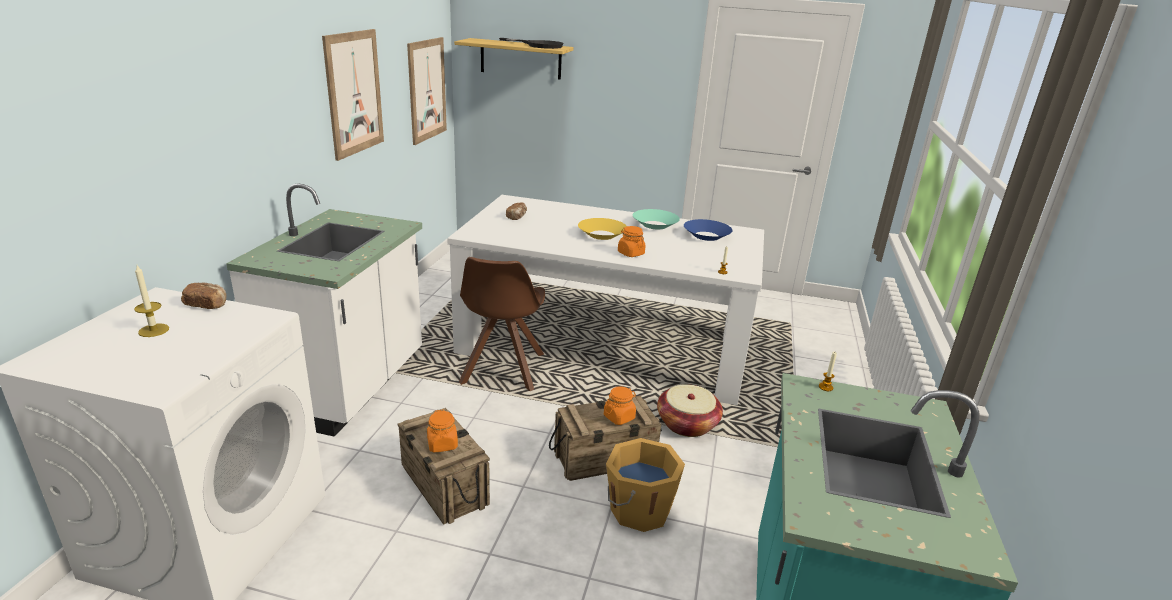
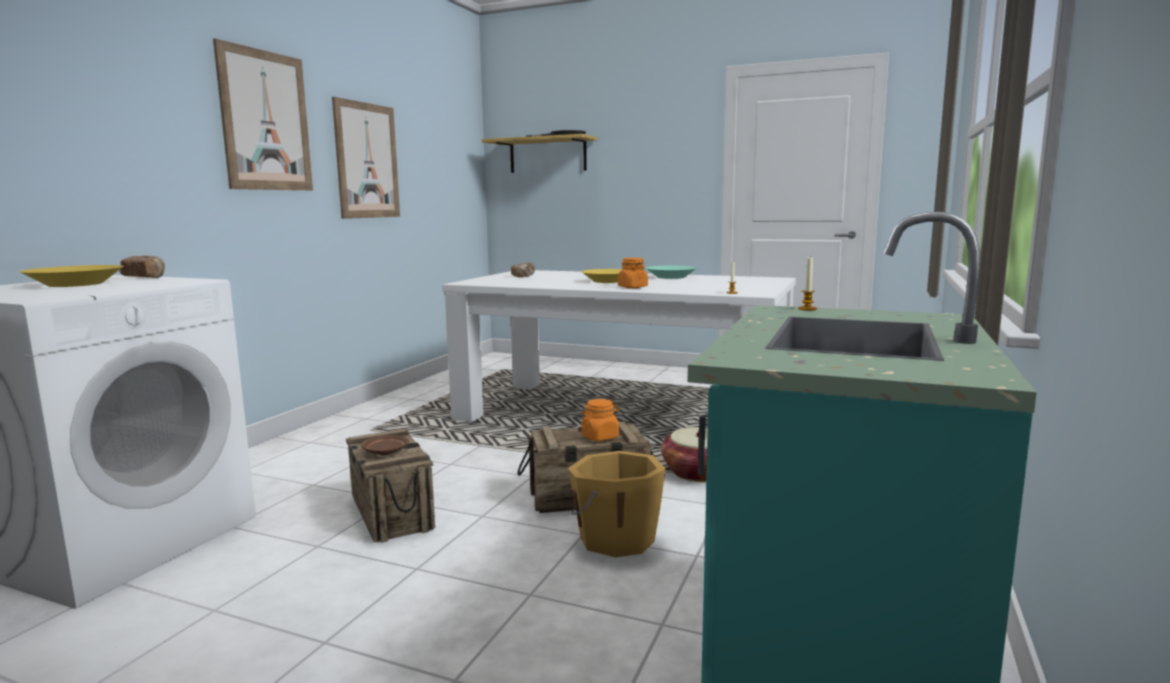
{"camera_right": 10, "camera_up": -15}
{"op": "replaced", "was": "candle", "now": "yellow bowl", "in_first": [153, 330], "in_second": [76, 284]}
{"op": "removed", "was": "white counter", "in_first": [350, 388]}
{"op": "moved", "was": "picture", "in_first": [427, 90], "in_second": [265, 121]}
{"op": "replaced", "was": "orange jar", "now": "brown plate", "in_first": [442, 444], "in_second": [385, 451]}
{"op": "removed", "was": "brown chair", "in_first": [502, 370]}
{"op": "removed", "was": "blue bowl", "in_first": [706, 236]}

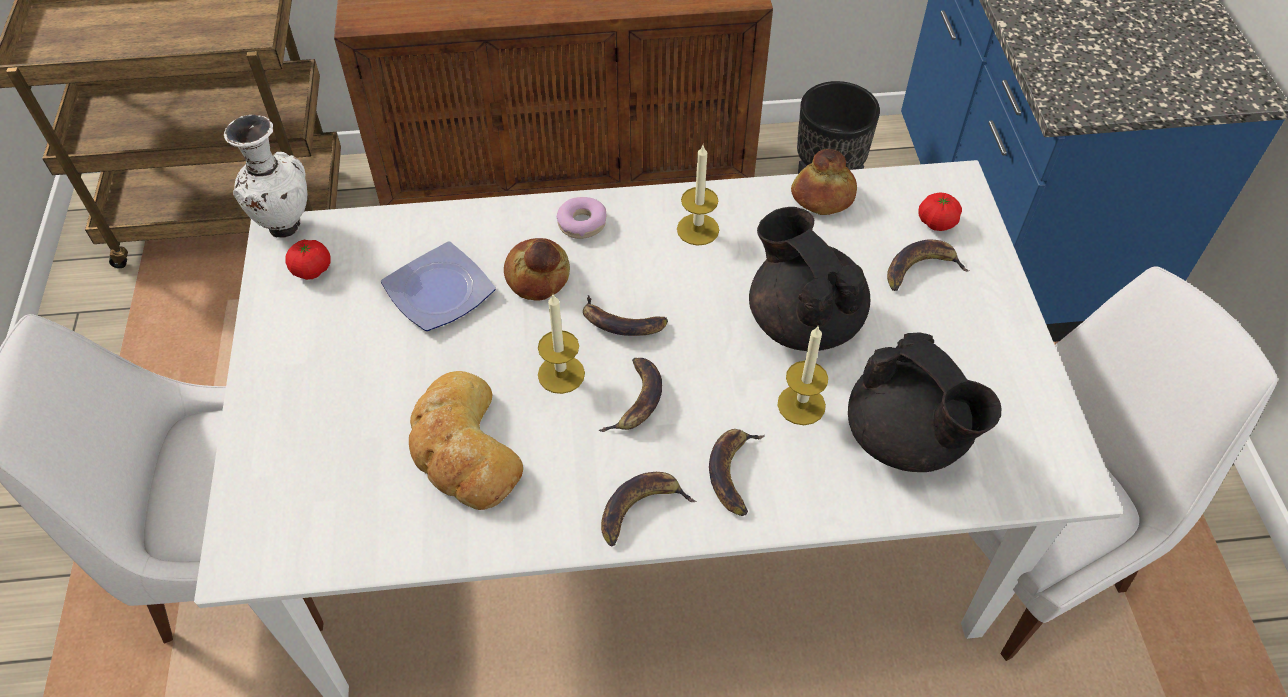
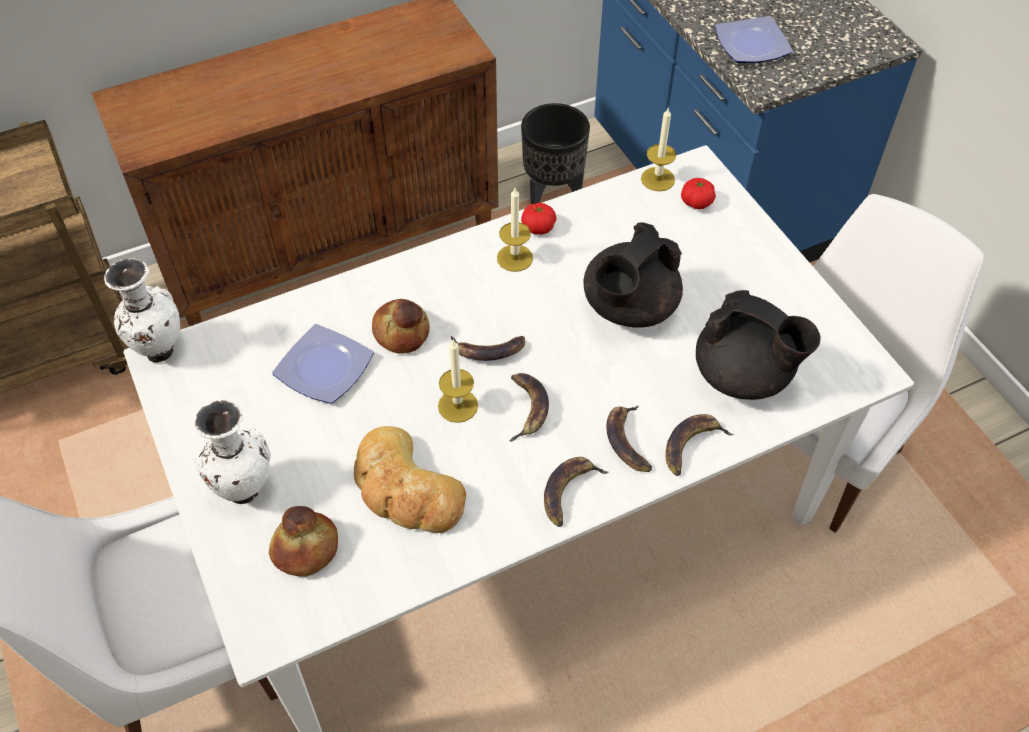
{"camera_right": -20, "camera_up": 0}
{"op": "moved", "was": "tomato", "in_first": [311, 269], "in_second": [538, 227]}
{"op": "removed", "was": "donut", "in_first": [582, 223]}
{"op": "turned", "was": "black teapot", "in_first": [803, 320], "in_second": [628, 308], "clockwise": -90}
{"op": "moved", "was": "candle", "in_first": [801, 405], "in_second": [657, 179]}
{"op": "moved", "was": "bread", "in_first": [822, 196], "in_second": [305, 549]}
{"op": "moved", "was": "banana", "in_first": [920, 269], "in_second": [691, 445]}
{"op": "added", "now": "white vase", "in_second": [245, 489]}
{"op": "added", "now": "plate", "in_second": [751, 46]}

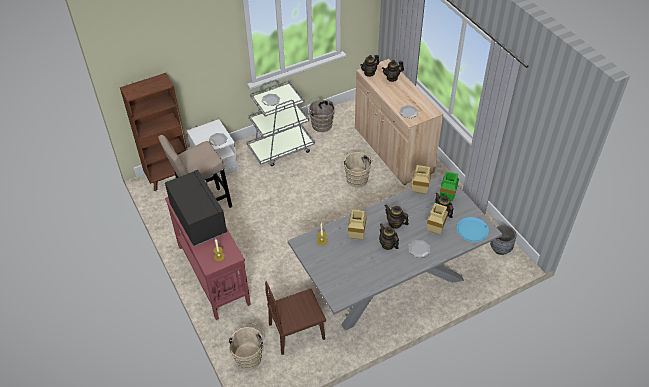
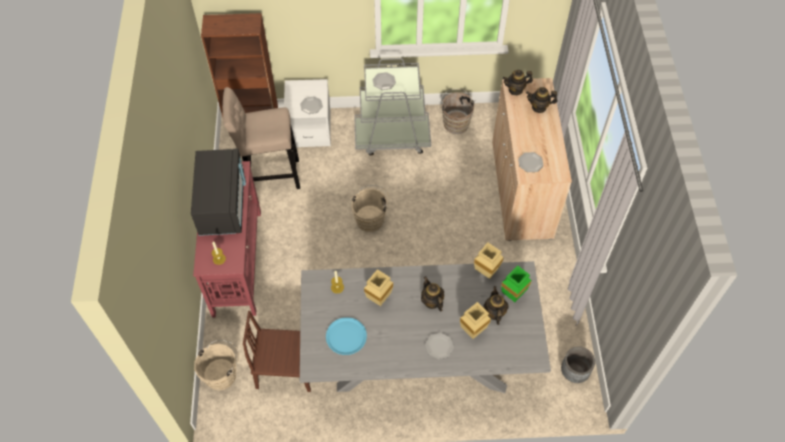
{"camera_right": 25, "camera_up": 10}
{"op": "moved", "was": "beige bucket", "in_first": [357, 178], "in_second": [371, 218]}
{"op": "removed", "was": "teapot", "in_first": [388, 244]}
{"op": "moved", "was": "blue plate", "in_first": [472, 230], "in_second": [346, 336]}

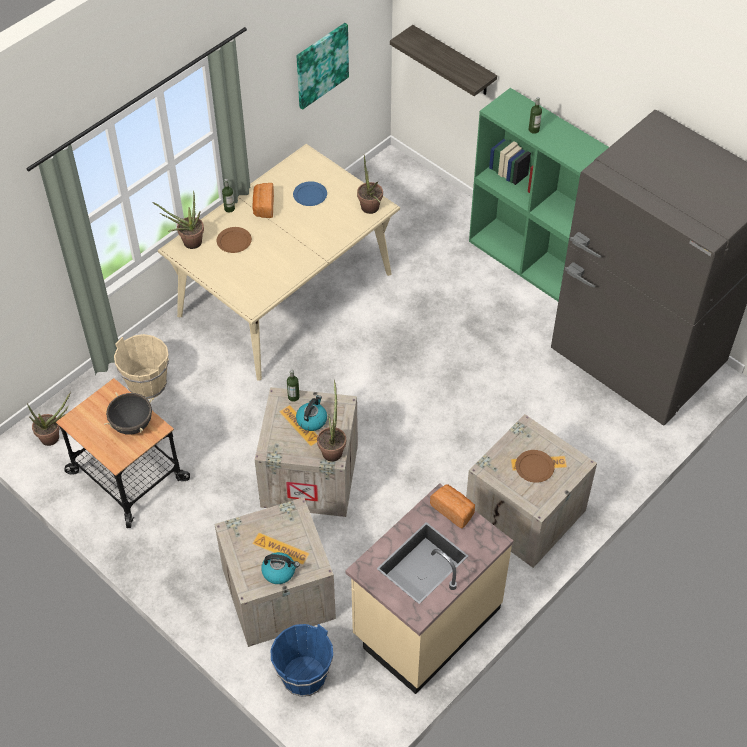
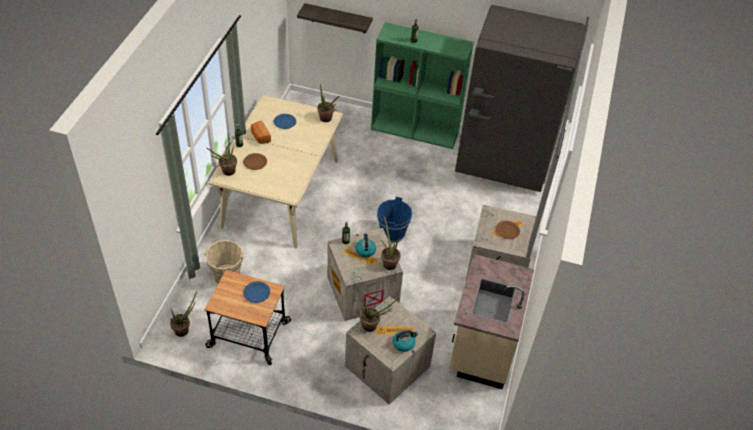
{"camera_right": -30, "camera_up": -5}
{"op": "replaced", "was": "black cooking pot", "now": "blue plate", "in_first": [132, 425], "in_second": [256, 293]}
{"op": "moved", "was": "blue bucket", "in_first": [304, 676], "in_second": [392, 233]}
{"op": "removed", "was": "picture", "in_first": [321, 65]}
{"op": "removed", "was": "bread", "in_first": [453, 510]}
{"op": "added", "now": "potted plant", "in_second": [372, 326]}

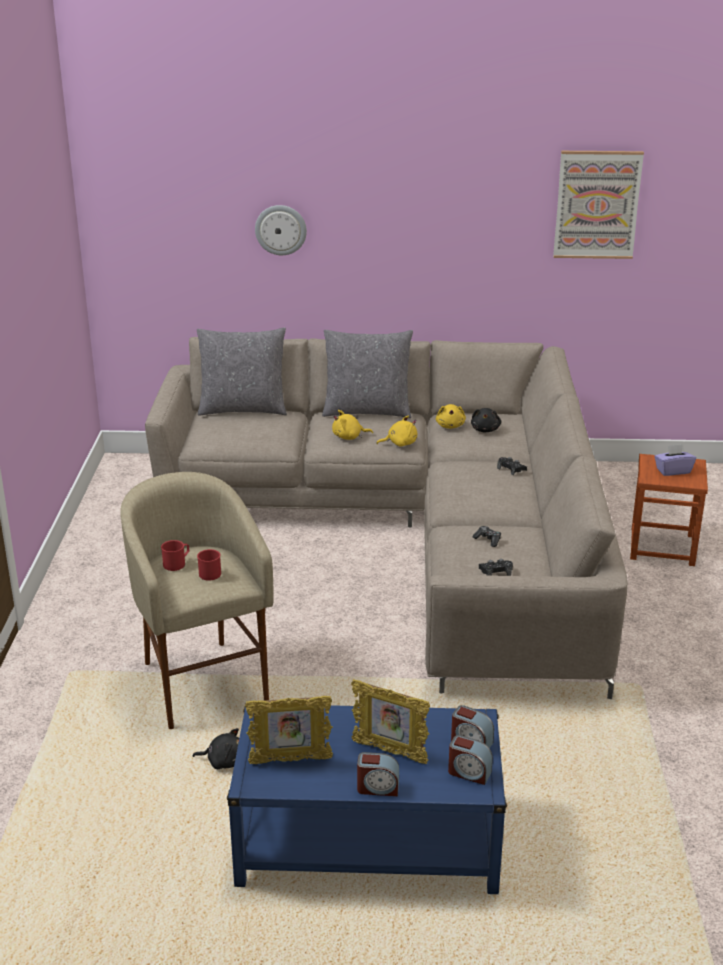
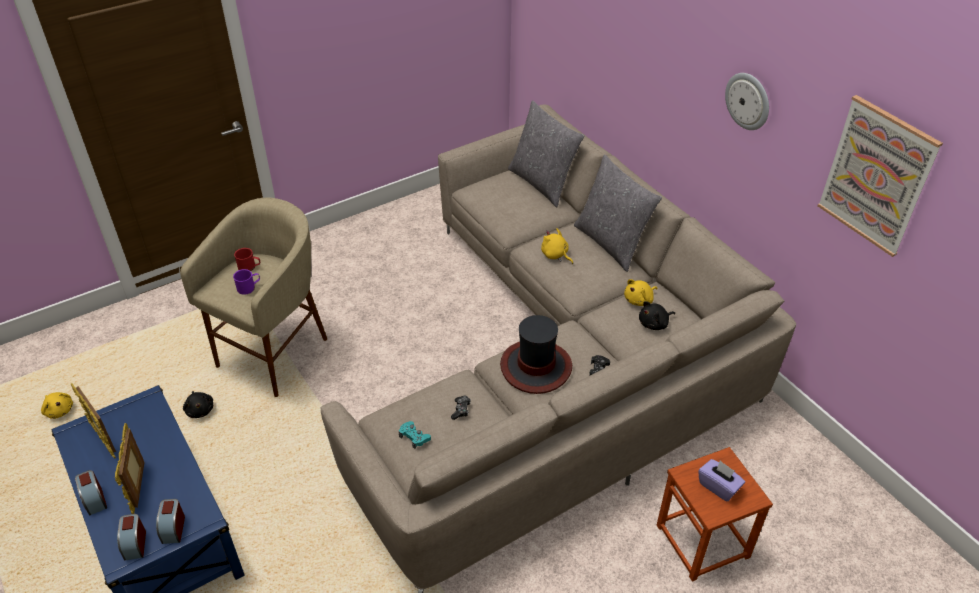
{"camera_right": 55, "camera_up": 15}
{"op": "recoloured", "was": "red mug", "now": "purple mug", "in_first": [210, 572], "in_second": [249, 287]}
{"op": "moved", "was": "wall clock", "in_first": [280, 229], "in_second": [748, 101]}
{"op": "moved", "was": "yellow plush toy", "in_first": [400, 443], "in_second": [59, 410]}
{"op": "recoloured", "was": "black game controller", "now": "turquoise game controller", "in_first": [496, 571], "in_second": [414, 437]}
{"op": "added", "now": "hat", "in_second": [536, 367]}

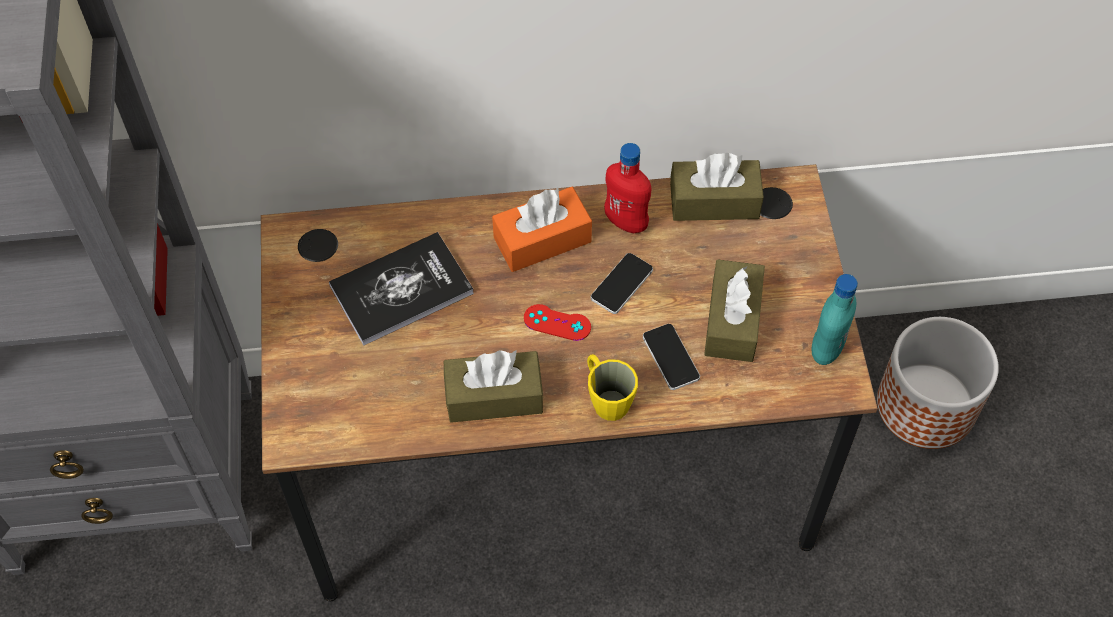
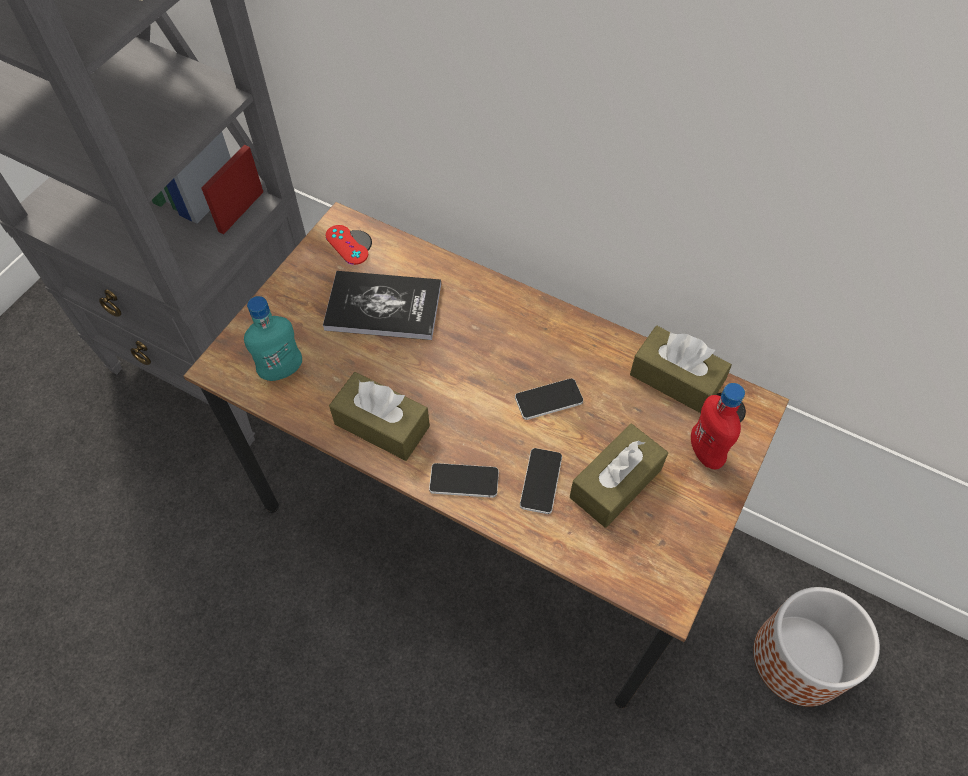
{"camera_right": 35, "camera_up": 0}
{"op": "removed", "was": "orange tissue box", "in_first": [542, 240]}
{"op": "moved", "was": "red game controller", "in_first": [557, 323], "in_second": [346, 245]}
{"op": "replaced", "was": "yellow mug", "now": "phone", "in_first": [606, 398], "in_second": [464, 481]}
{"op": "moved", "was": "red bottle", "in_first": [626, 222], "in_second": [705, 452]}
{"op": "moved", "was": "turquoise bottle", "in_first": [826, 348], "in_second": [282, 370]}

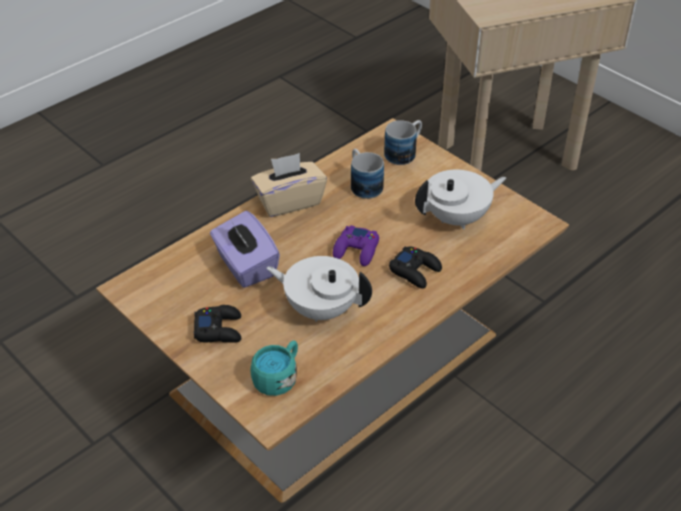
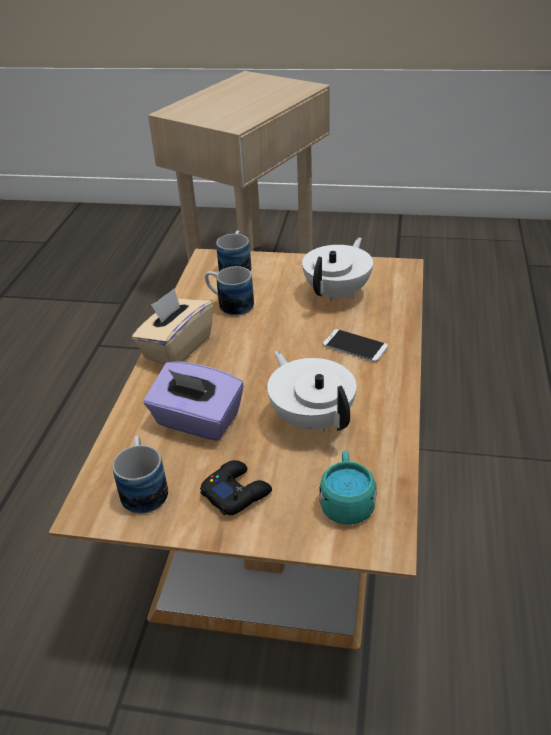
{"camera_right": -35, "camera_up": -5}
{"op": "turned", "was": "white teapot", "in_first": [320, 308], "in_second": [312, 418], "clockwise": 75}
{"op": "removed", "was": "purple game controller", "in_first": [356, 250]}
{"op": "replaced", "was": "black game controller", "now": "phone", "in_first": [415, 271], "in_second": [355, 346]}
{"op": "added", "now": "mug", "in_second": [144, 488]}

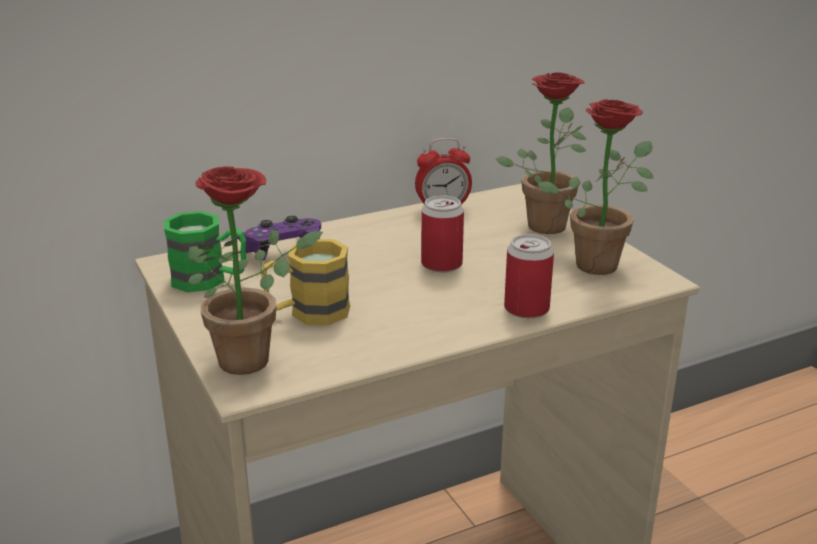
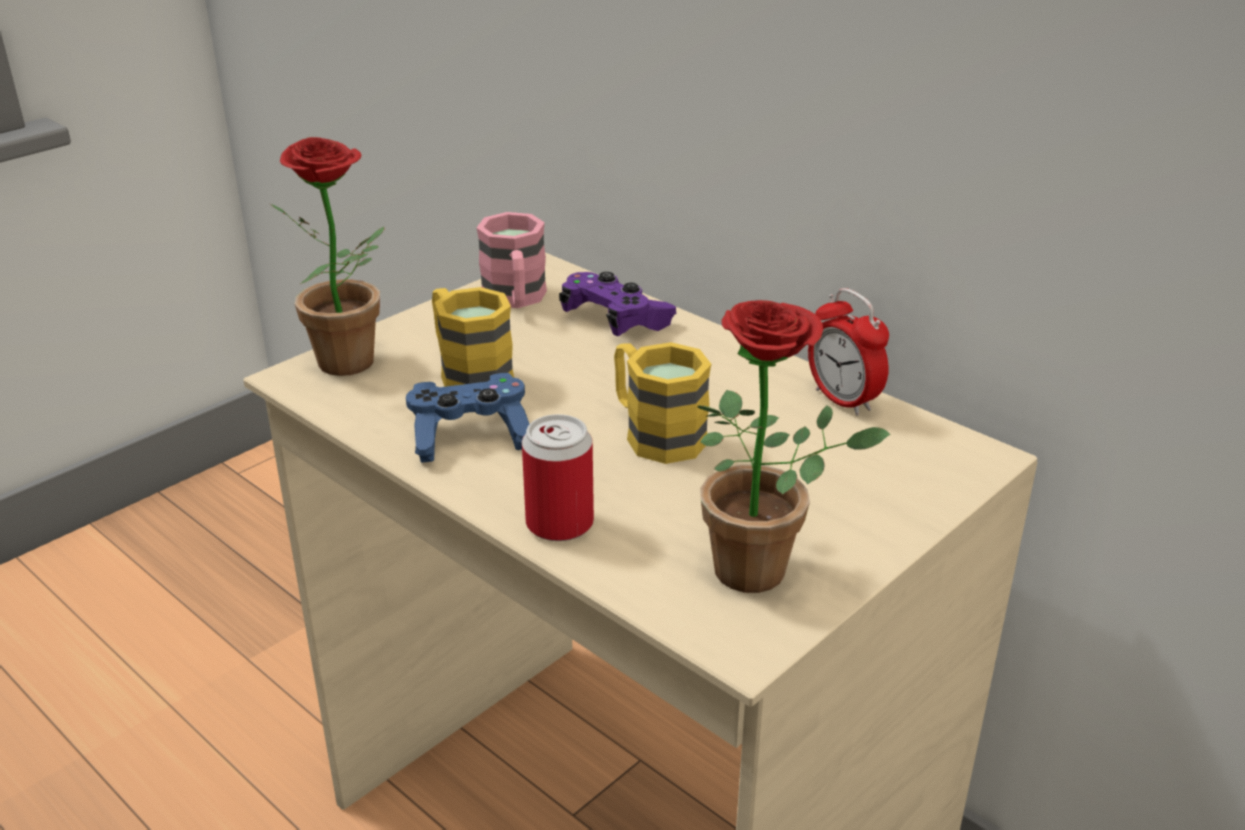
{"camera_right": 70, "camera_up": 5}
{"op": "recoloured", "was": "green mug", "now": "pink mug", "in_first": [209, 280], "in_second": [515, 300]}
{"op": "replaced", "was": "can", "now": "yellow mug", "in_first": [441, 264], "in_second": [655, 433]}
{"op": "removed", "was": "potted plant", "in_first": [545, 222]}
{"op": "added", "now": "blue game controller", "in_second": [470, 436]}

